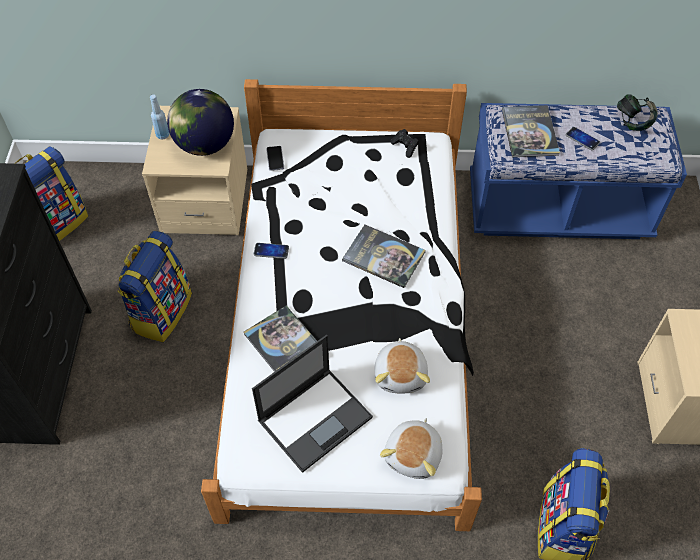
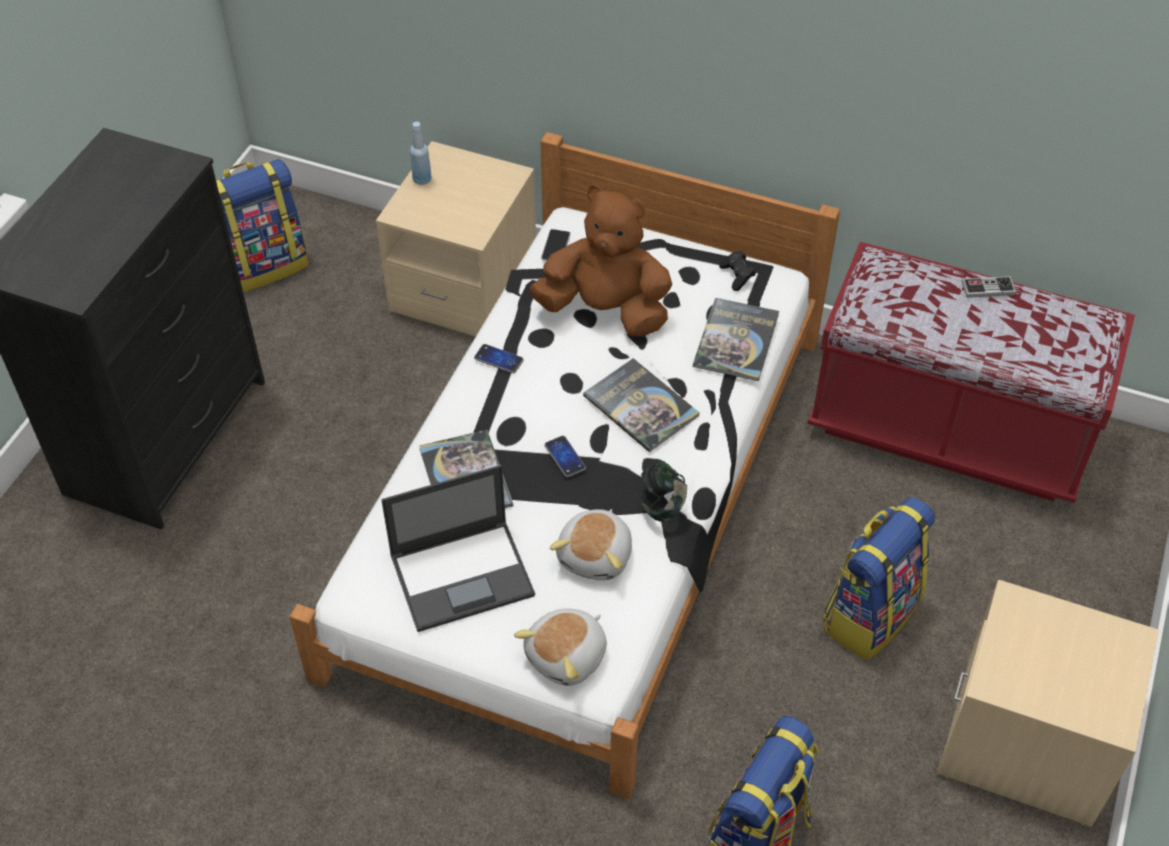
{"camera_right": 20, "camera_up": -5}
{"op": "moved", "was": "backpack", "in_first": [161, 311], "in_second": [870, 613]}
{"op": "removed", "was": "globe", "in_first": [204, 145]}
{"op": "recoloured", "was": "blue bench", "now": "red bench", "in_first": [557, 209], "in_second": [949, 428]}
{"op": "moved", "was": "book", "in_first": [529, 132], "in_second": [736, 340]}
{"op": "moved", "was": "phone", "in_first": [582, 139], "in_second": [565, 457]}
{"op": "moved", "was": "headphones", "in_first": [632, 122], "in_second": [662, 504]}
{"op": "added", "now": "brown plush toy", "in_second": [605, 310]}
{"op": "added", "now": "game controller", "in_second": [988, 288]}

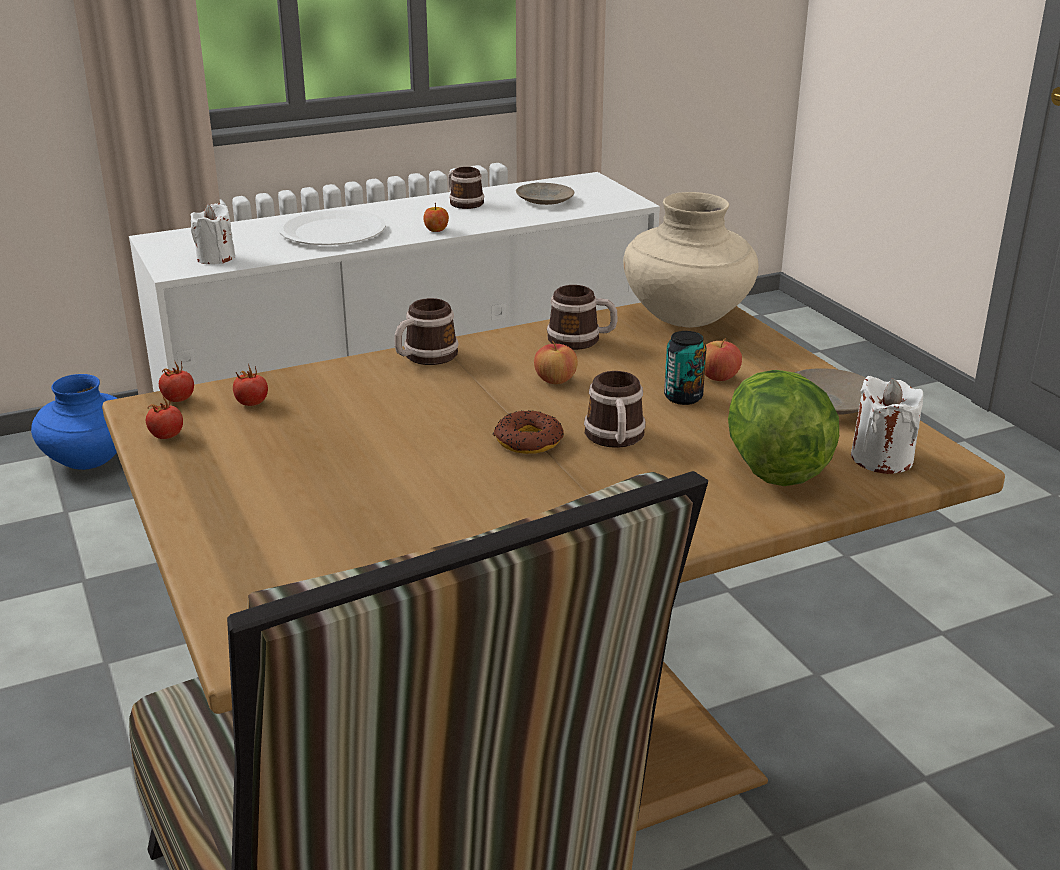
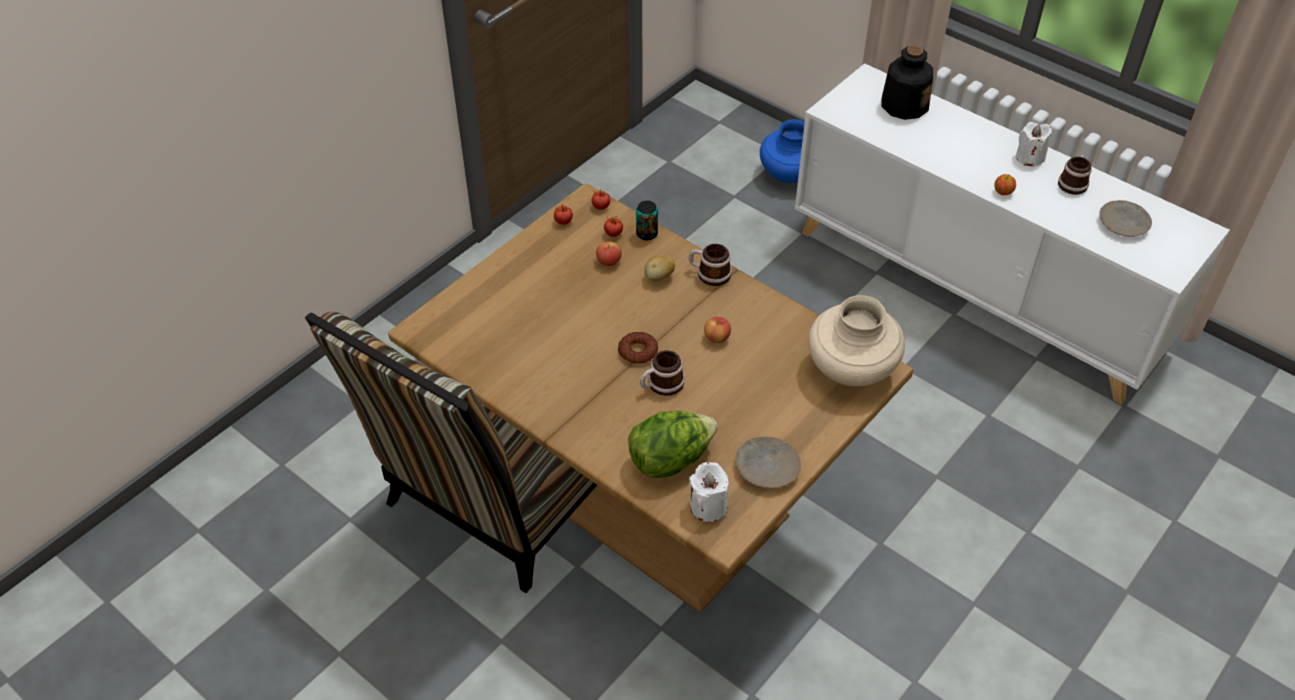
{"camera_right": 65, "camera_up": 20}
{"op": "moved", "was": "white candle", "in_first": [216, 258], "in_second": [1029, 158]}
{"op": "removed", "was": "white plate", "in_first": [332, 231]}
{"op": "removed", "was": "mug", "in_first": [581, 340]}
{"op": "moved", "was": "can", "in_first": [683, 397], "in_second": [647, 234]}
{"op": "moved", "was": "apple", "in_first": [718, 377], "in_second": [609, 261]}
{"op": "added", "now": "potato", "in_second": [659, 277]}
{"op": "added", "now": "bottle", "in_second": [904, 105]}

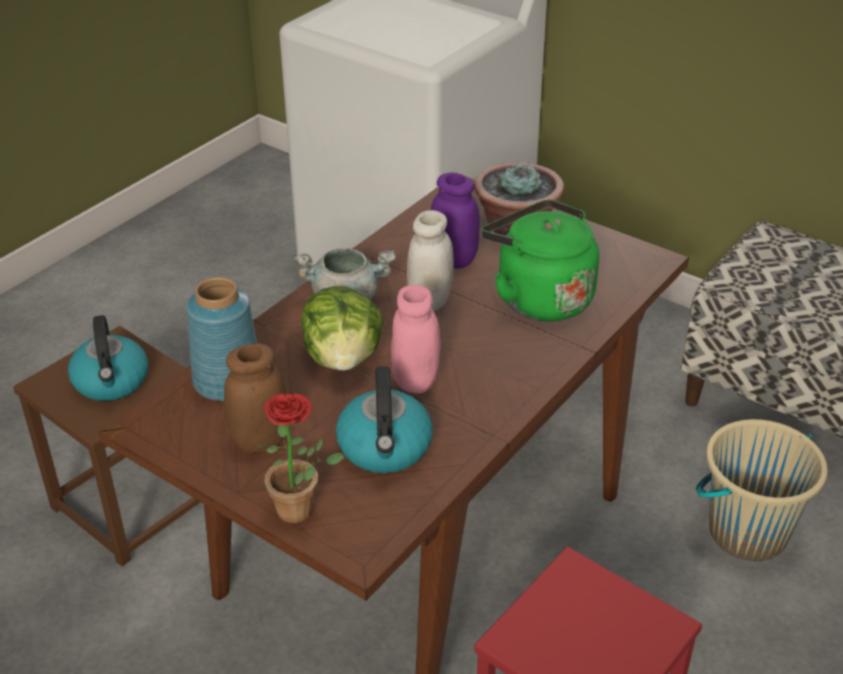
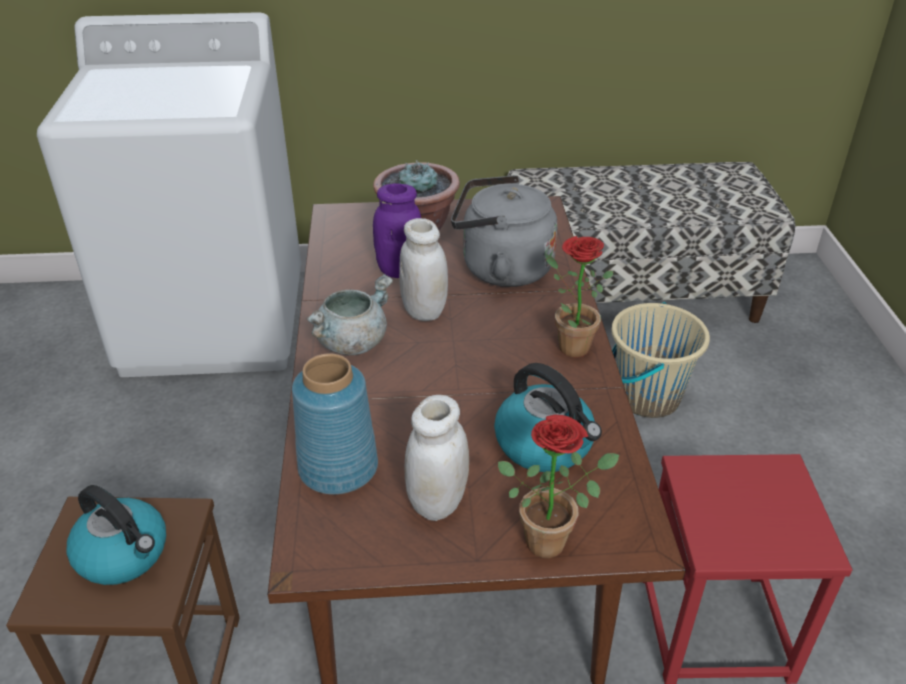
{"camera_right": -40, "camera_up": 0}
{"op": "recoloured", "was": "brown jar", "now": "white jar", "in_first": [260, 441], "in_second": [437, 502]}
{"op": "removed", "was": "lettuce", "in_first": [343, 358]}
{"op": "removed", "was": "pink jar", "in_first": [415, 381]}
{"op": "recoloured", "was": "green kettle", "now": "grey kettle", "in_first": [539, 297], "in_second": [500, 269]}
{"op": "added", "now": "potted plant", "in_second": [568, 345]}

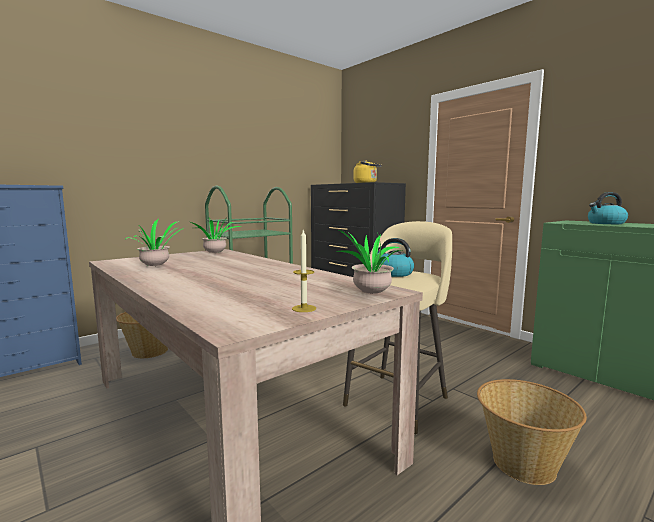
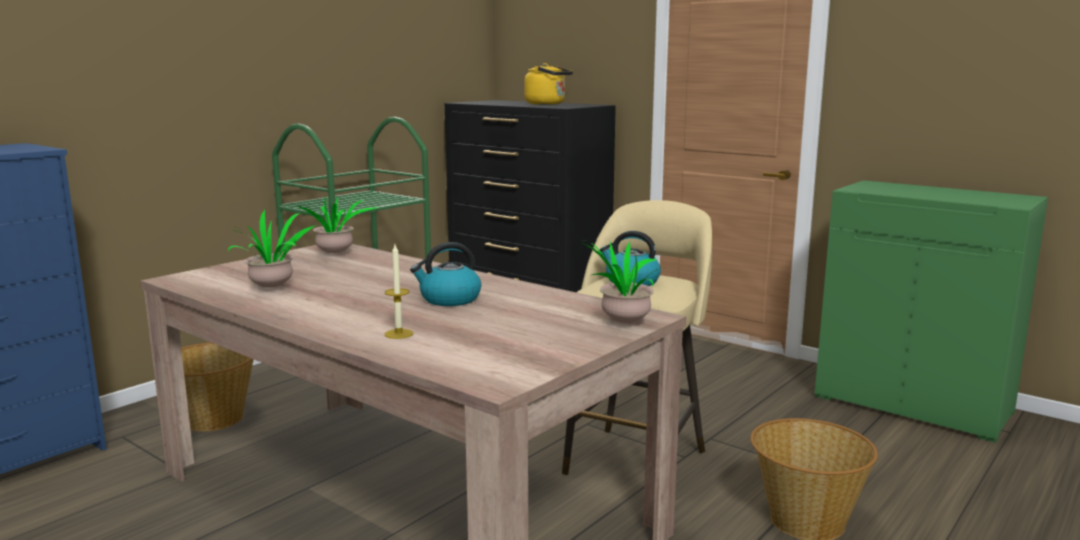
{"camera_right": -10, "camera_up": 5}
{"op": "moved", "was": "candle", "in_first": [304, 308], "in_second": [399, 334]}
{"op": "moved", "was": "kettle", "in_first": [605, 223], "in_second": [449, 299]}

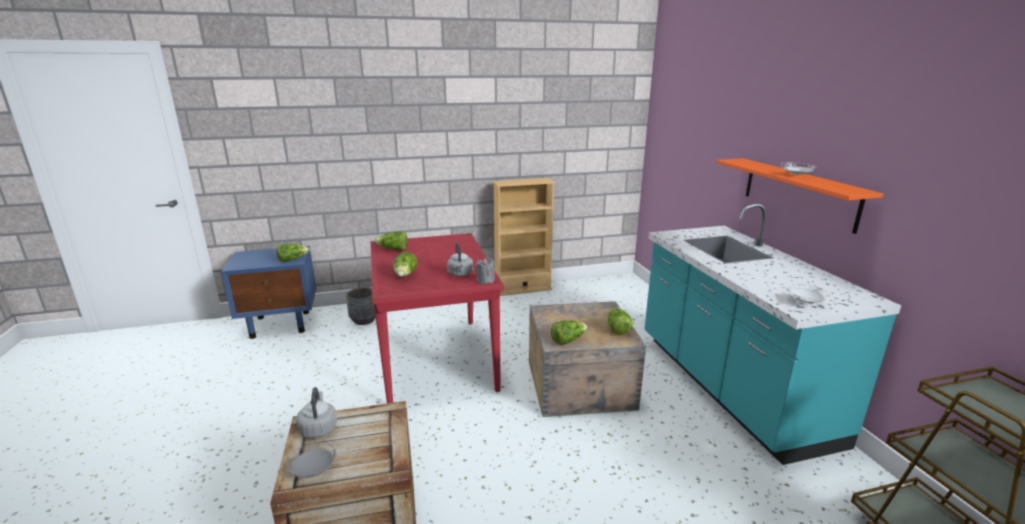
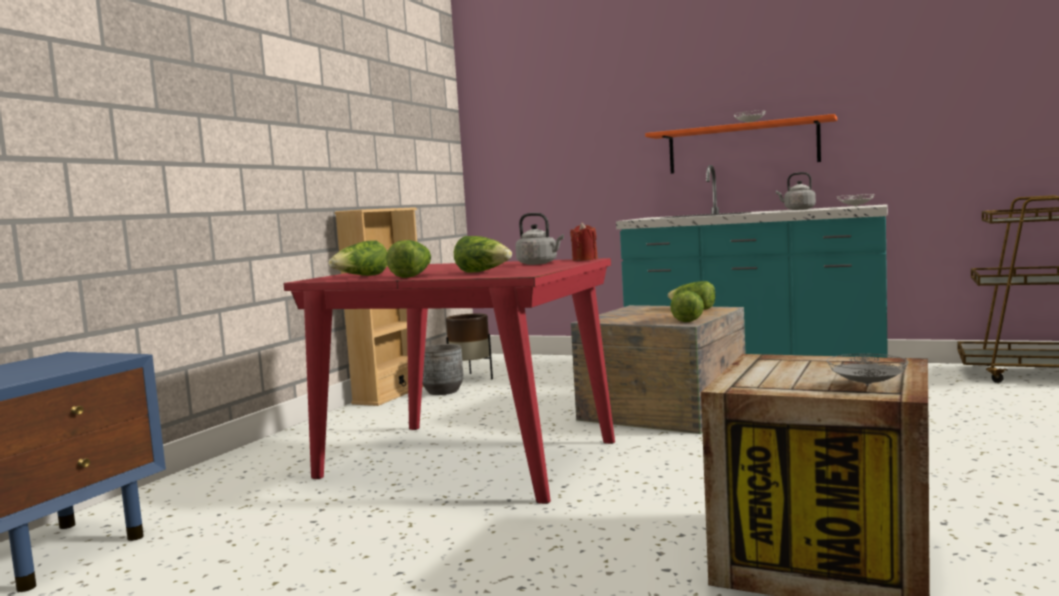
{"camera_right": -50, "camera_up": -15}
{"op": "moved", "was": "lettuce", "in_first": [292, 259], "in_second": [412, 276]}
{"op": "moved", "was": "grey kettle", "in_first": [318, 428], "in_second": [797, 209]}
{"op": "moved", "was": "grey planter", "in_first": [364, 320], "in_second": [443, 391]}
{"op": "recoloured", "was": "grey candle", "now": "red candle", "in_first": [485, 281], "in_second": [585, 260]}
{"op": "added", "now": "brown planter", "in_second": [471, 378]}

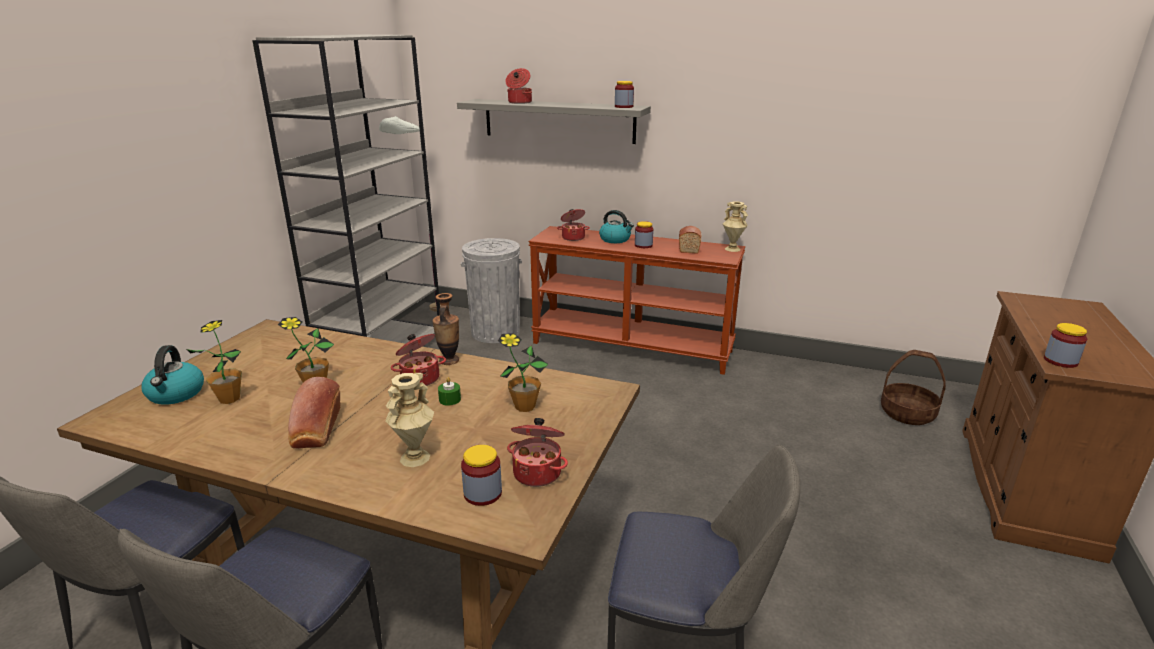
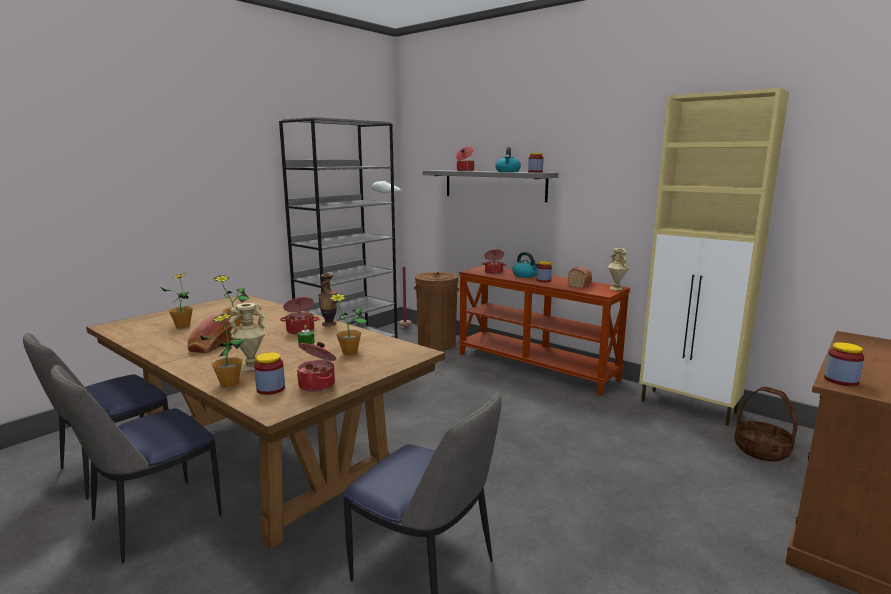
{"camera_right": 20, "camera_up": -10}
{"op": "moved", "was": "kettle", "in_first": [176, 394], "in_second": [508, 171]}
{"op": "recoloured", "was": "grey trash can", "now": "brown trash can", "in_first": [495, 332], "in_second": [437, 344]}
{"op": "added", "now": "potted plant", "in_second": [229, 384]}
{"op": "added", "now": "beige cabinet", "in_second": [689, 407]}

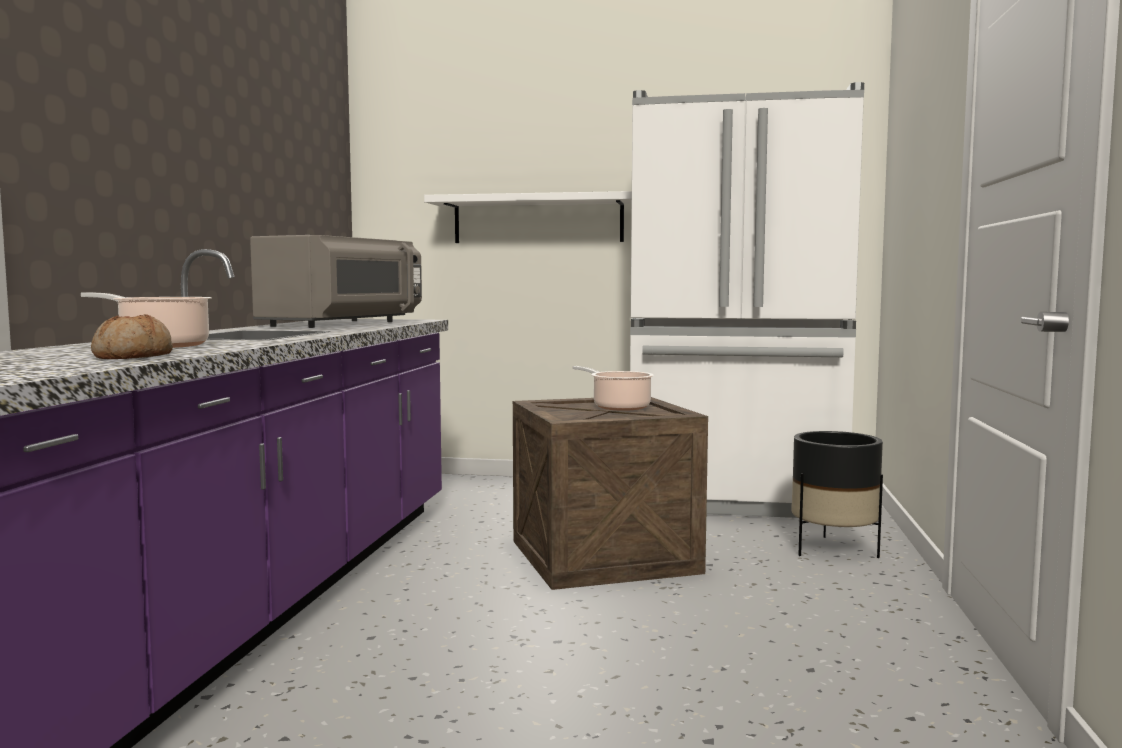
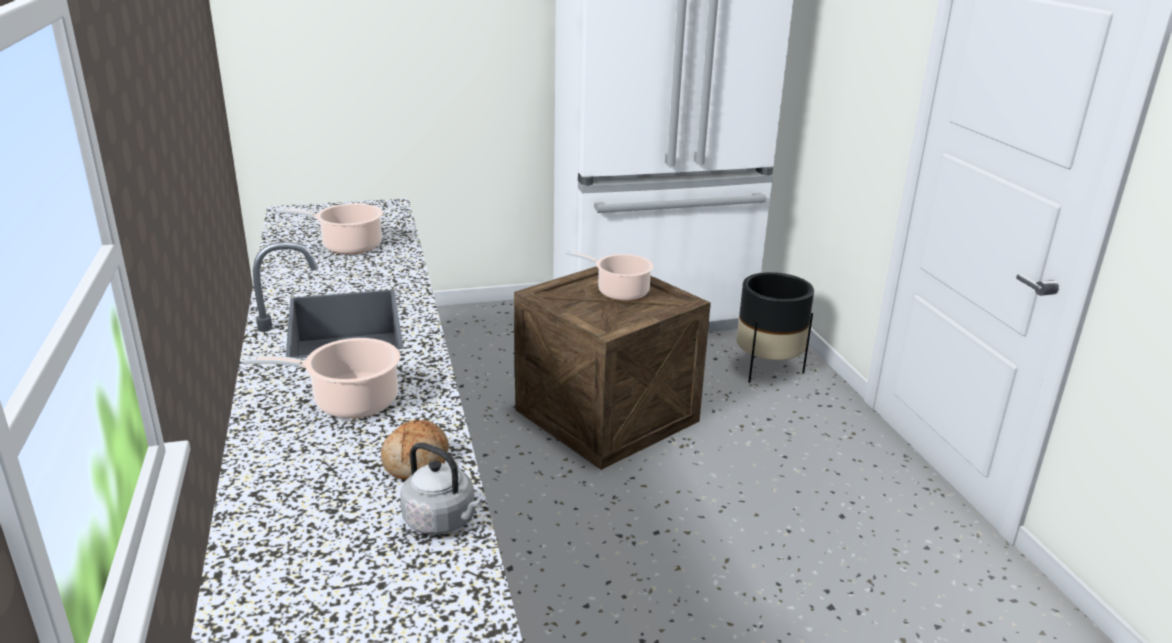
{"camera_right": -25, "camera_up": 20}
{"op": "replaced", "was": "grey microwave", "now": "cooking pot", "in_first": [343, 324], "in_second": [348, 246]}
{"op": "removed", "was": "white shelf", "in_first": [538, 220]}
{"op": "added", "now": "grey kettle", "in_second": [442, 521]}

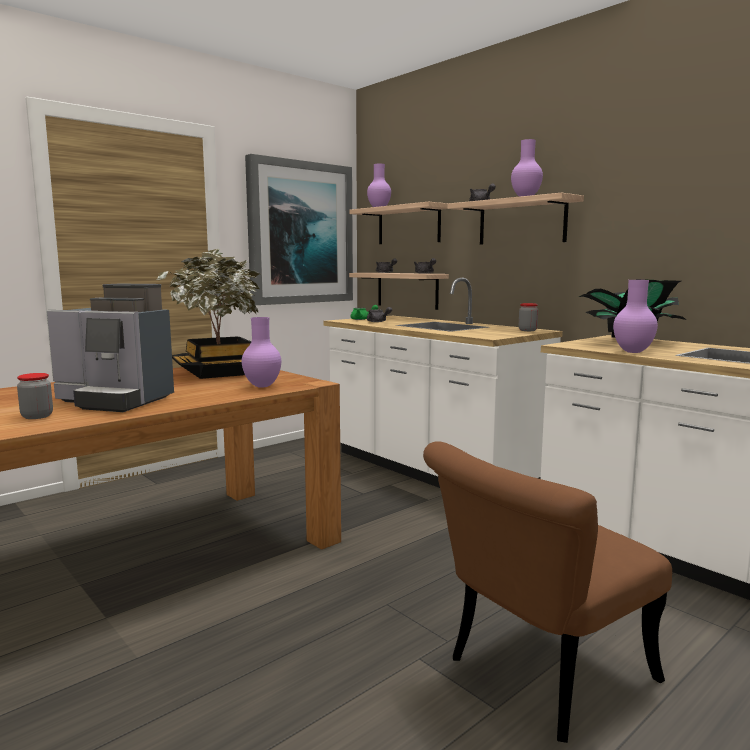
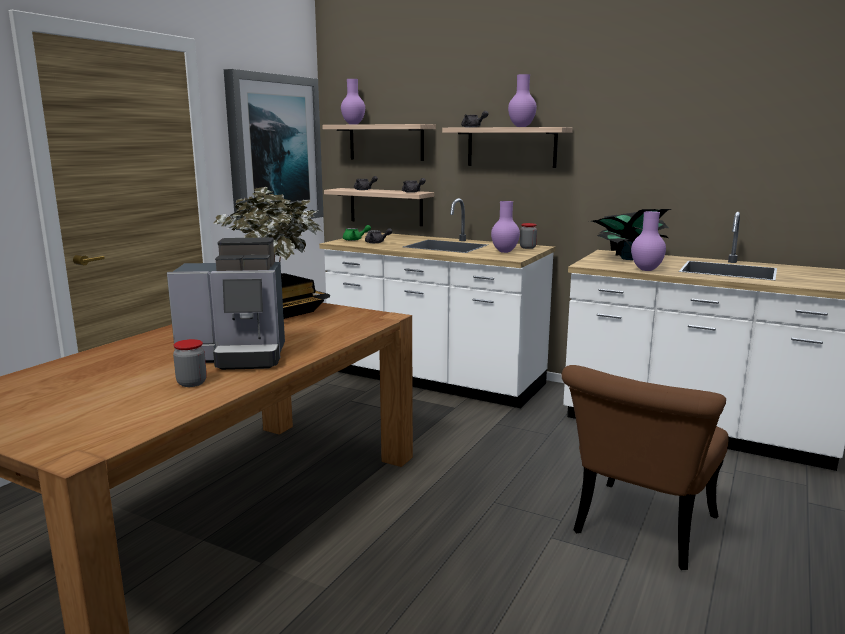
{"camera_right": -20, "camera_up": 5}
{"op": "moved", "was": "purple vase", "in_first": [263, 386], "in_second": [505, 252]}

